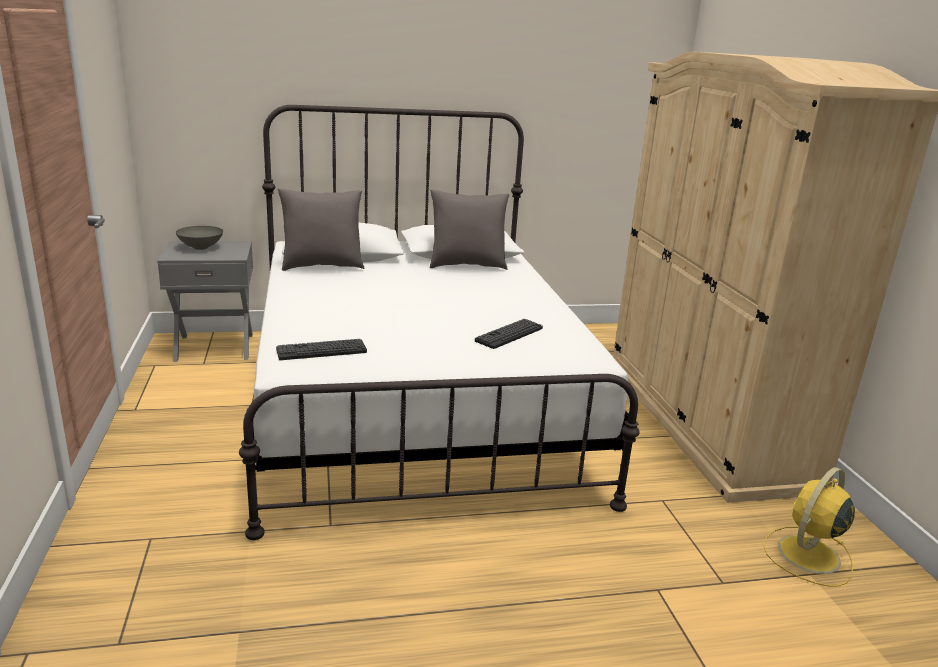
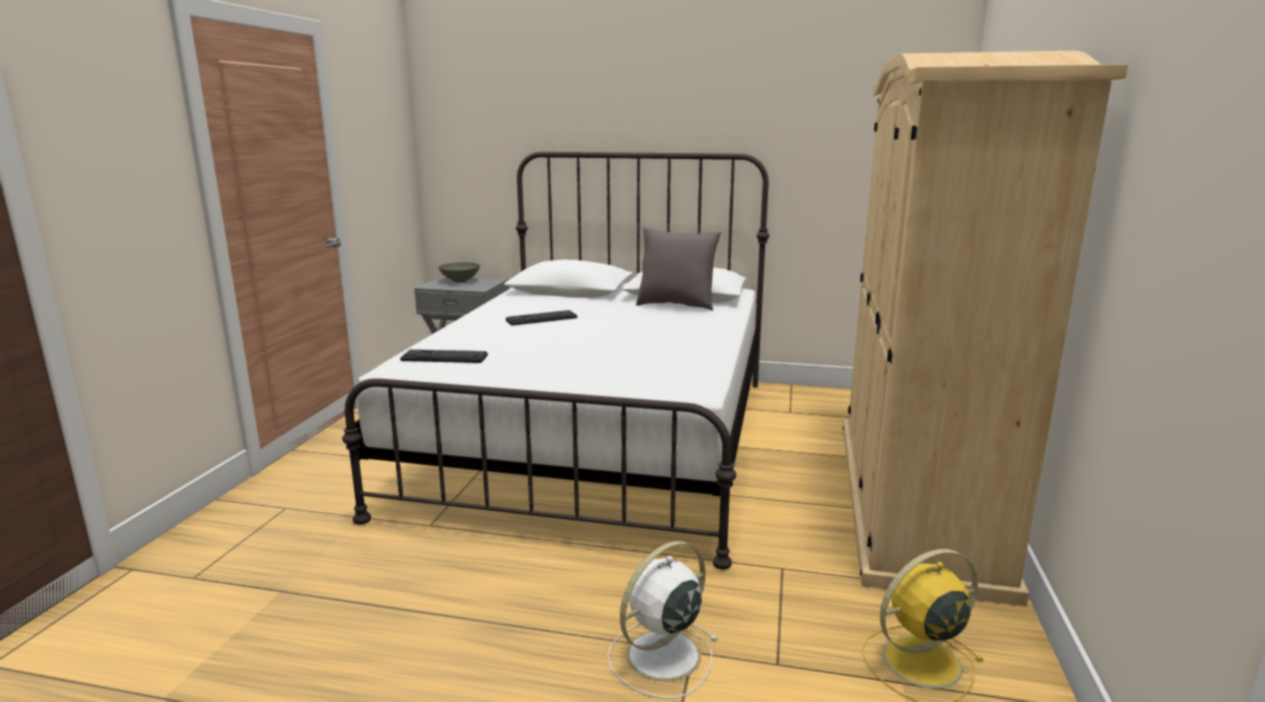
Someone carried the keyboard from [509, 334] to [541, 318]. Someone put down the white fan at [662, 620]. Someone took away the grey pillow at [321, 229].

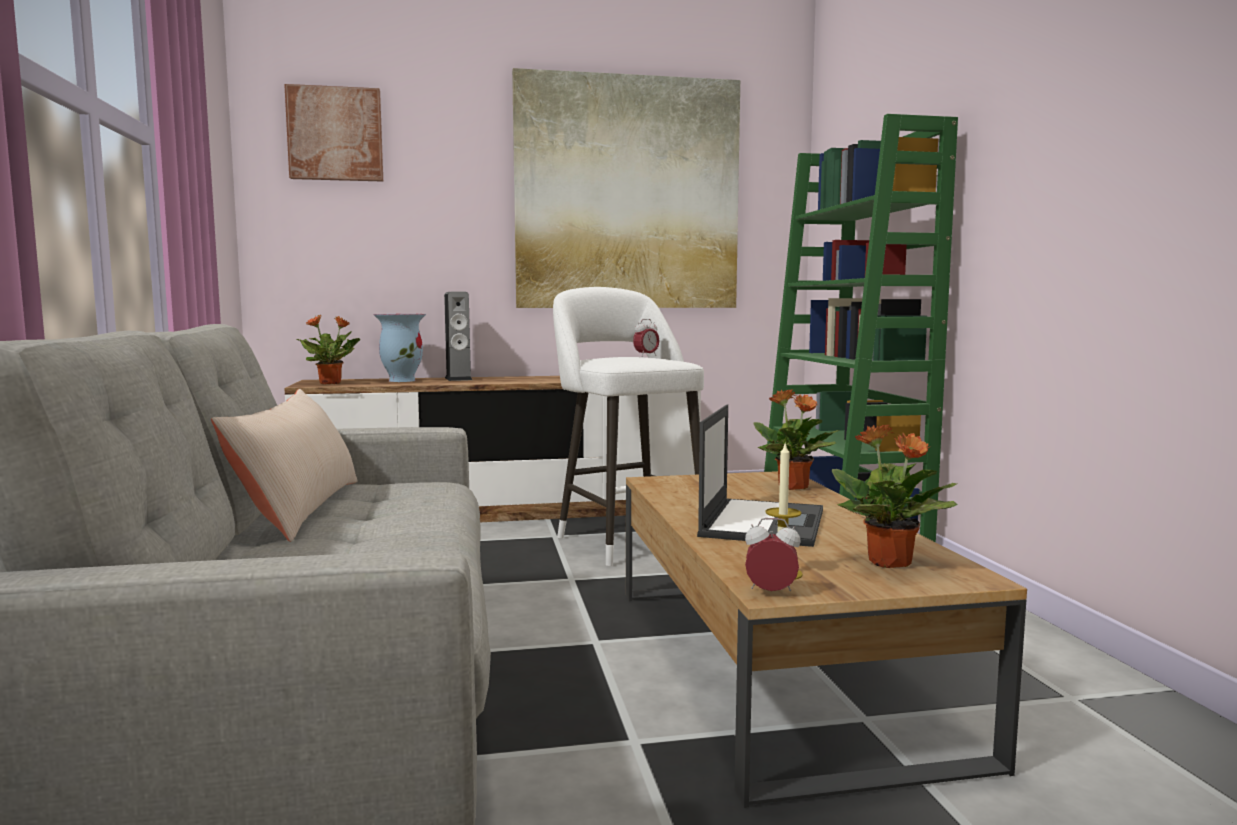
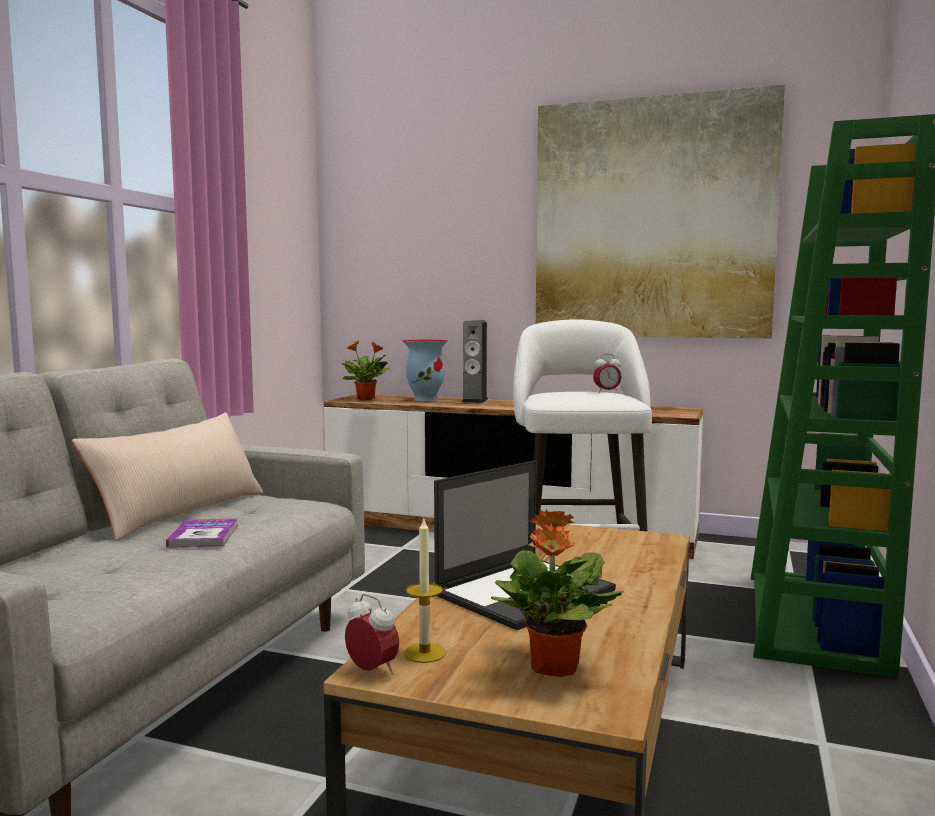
Someone put down the book at [202, 533]. Someone took away the picture at [333, 133]. Someone took away the potted plant at [796, 440].

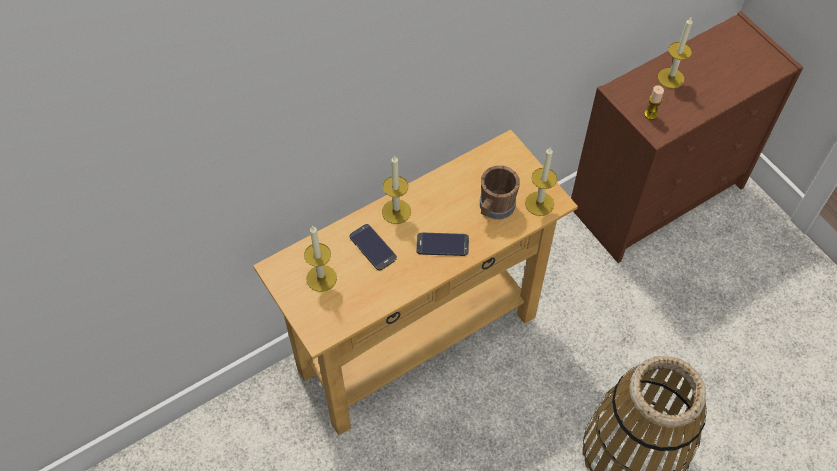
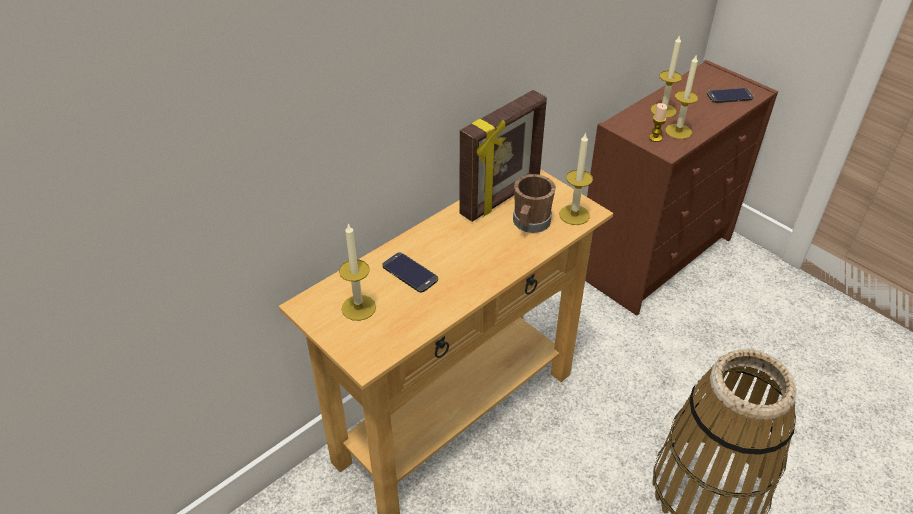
Someone put down the picture frame at [503, 156]. Someone carried the candle from [396, 189] to [681, 96]. Someone carried the phone from [442, 244] to [730, 95].

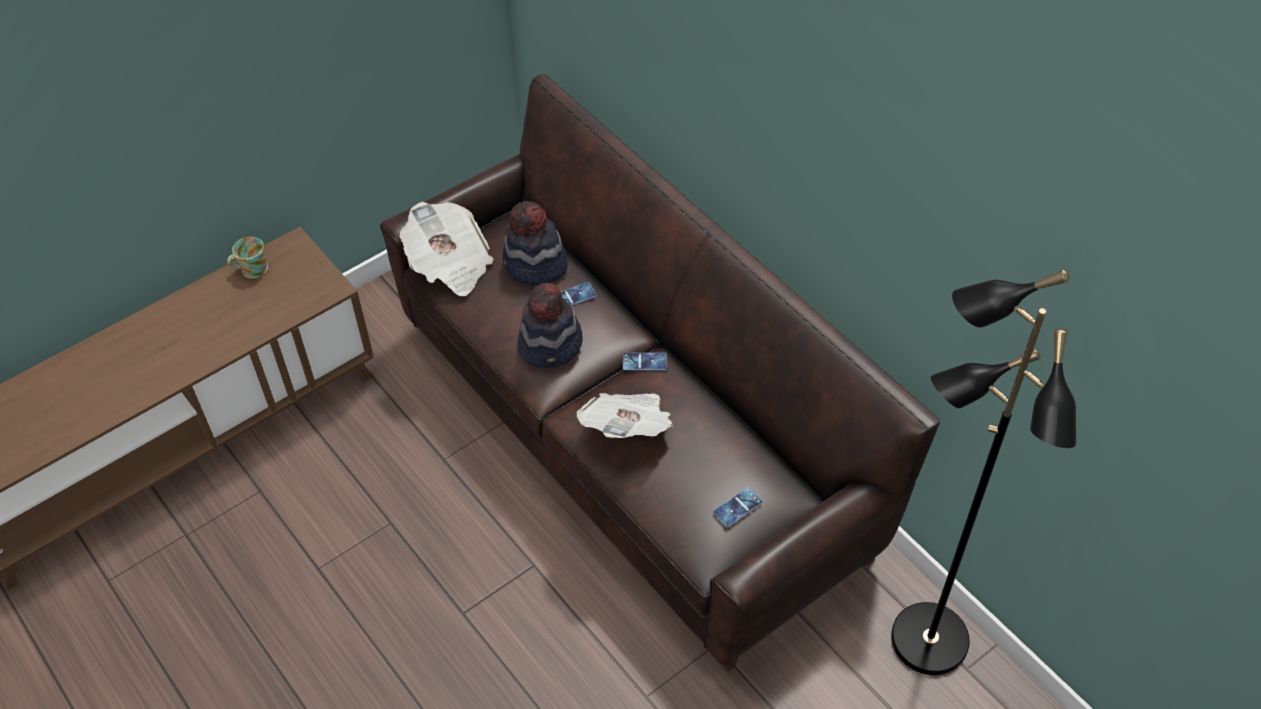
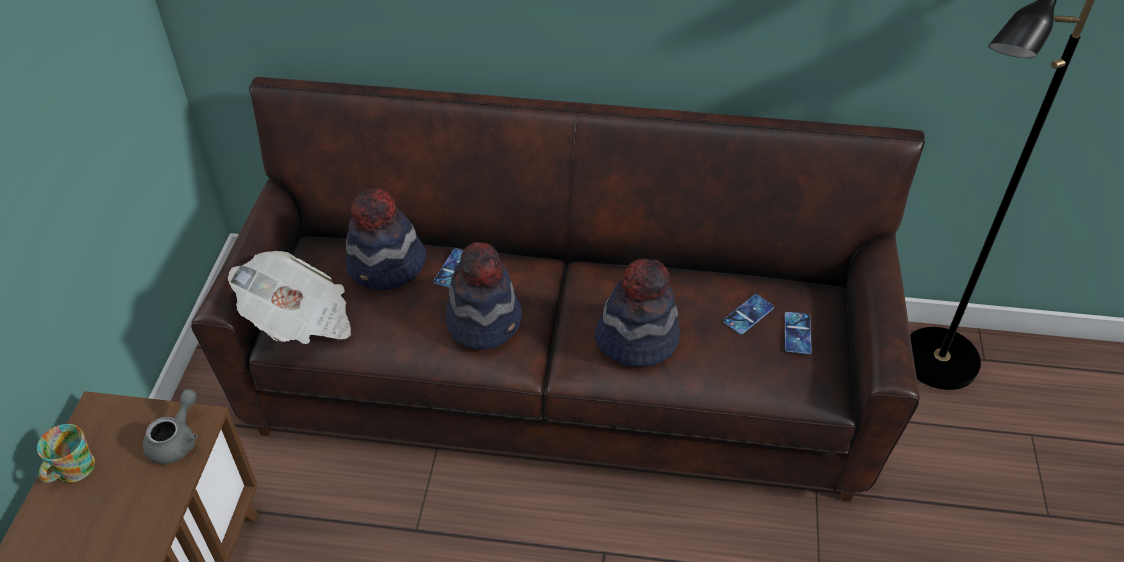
Someone put down the grey teapot at [170, 426]. Someone swapped the newspaper at [624, 415] for the hat at [637, 313]. Someone carried the phone from [645, 361] to [748, 314].

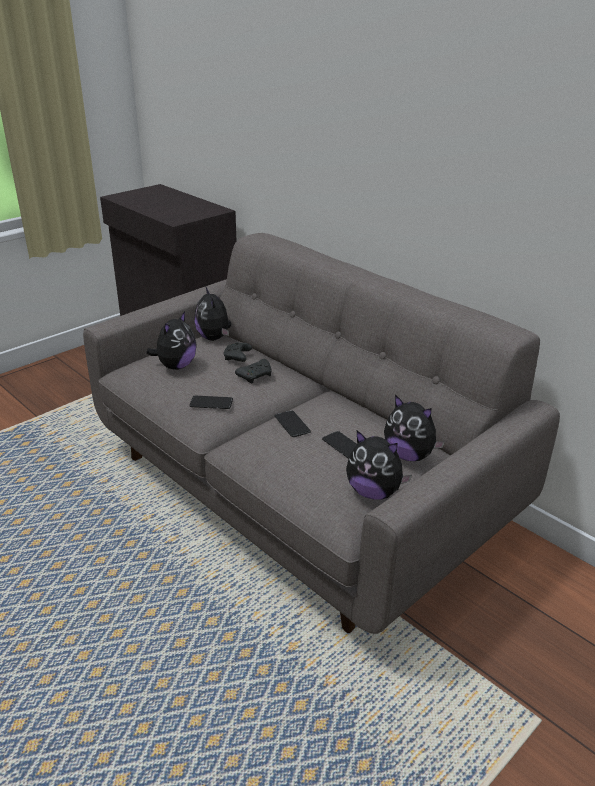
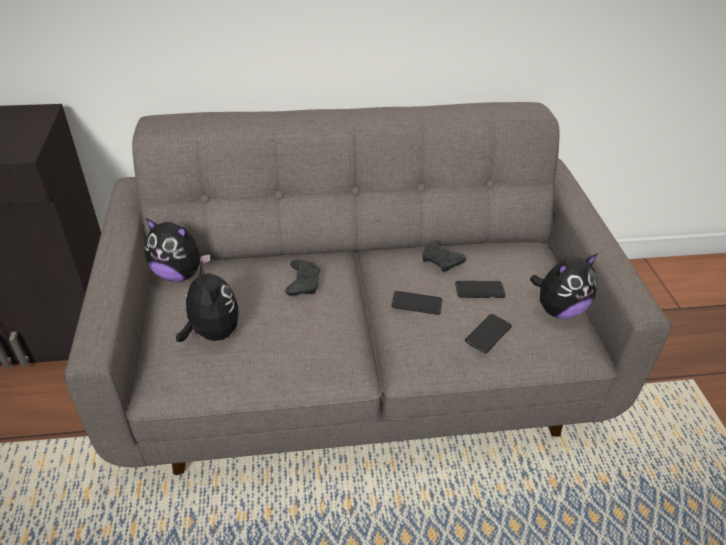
Someone carried the black game controller from [237, 352] to [444, 256]. Someone carried the phone from [211, 402] to [488, 333]. Someone took away the plush toy at [414, 428].

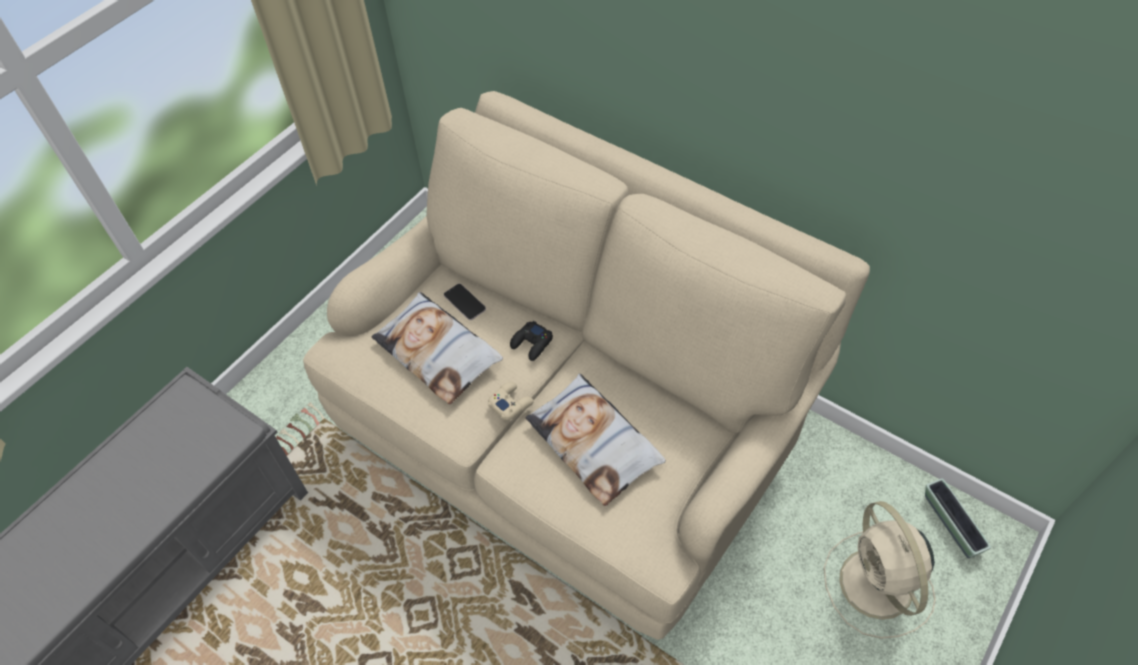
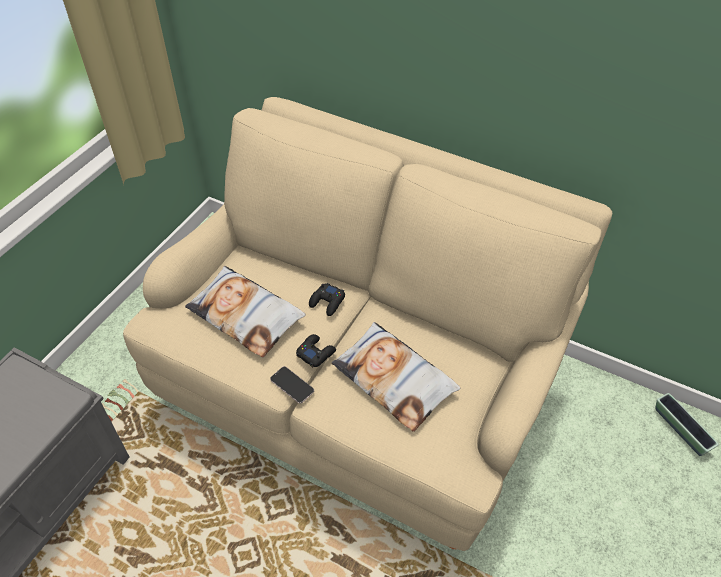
Someone carried the phone from [465, 301] to [292, 385]. Someone repainted the beige game controller at [511, 401], which became the black game controller at [316, 350]. Someone took away the beige fan at [880, 570].

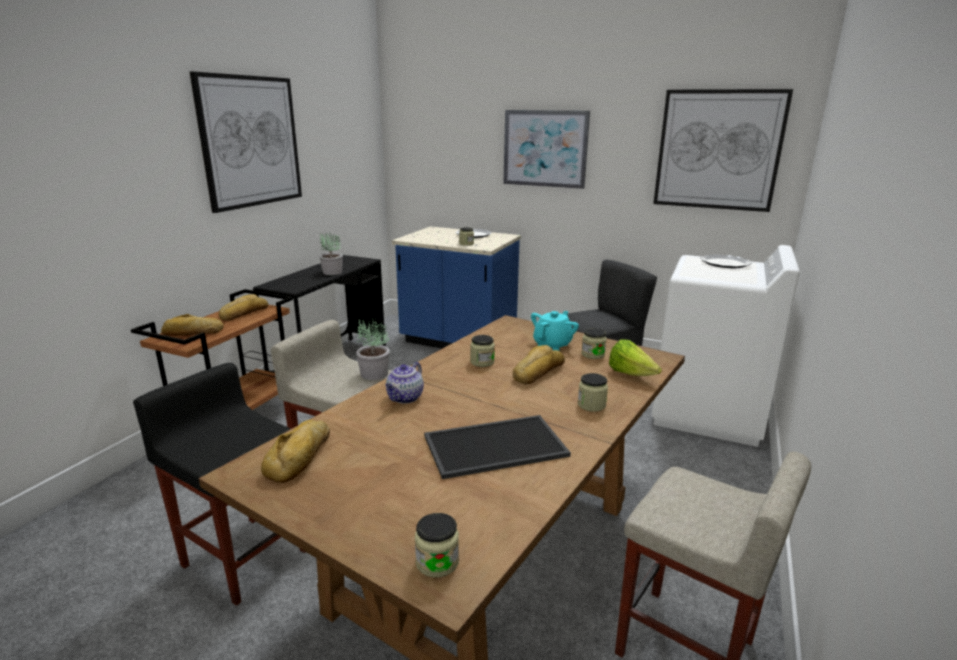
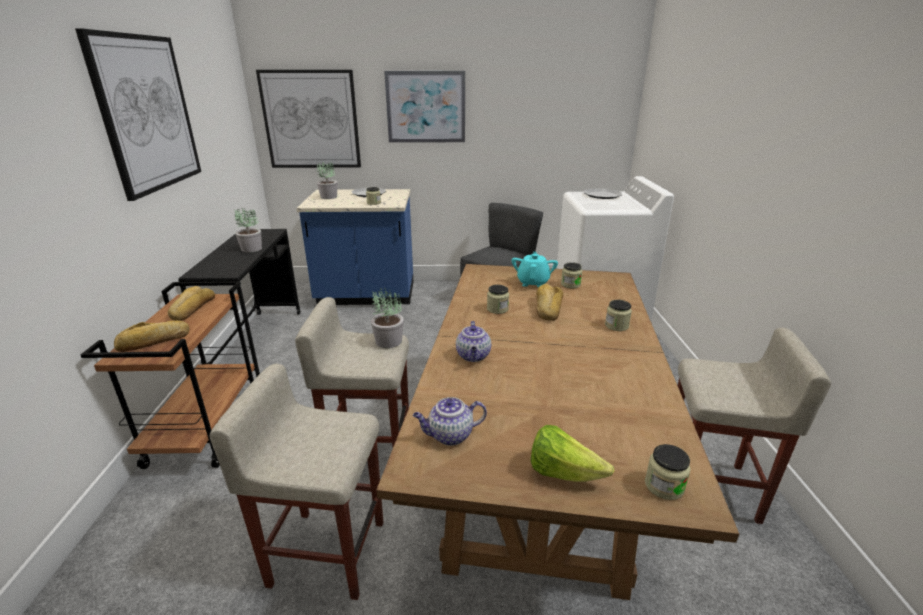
Someone repainted the black stool at [219, 484], which became the beige stool at [296, 482]. Someone carried the picture from [723, 150] to [308, 119]. Someone put down the potted plant at [327, 180]. Someone swapped the bread at [295, 451] for the teapot at [450, 421]. Someone carried the lettuce from [635, 357] to [572, 453]. Someone took away the tray at [497, 447].

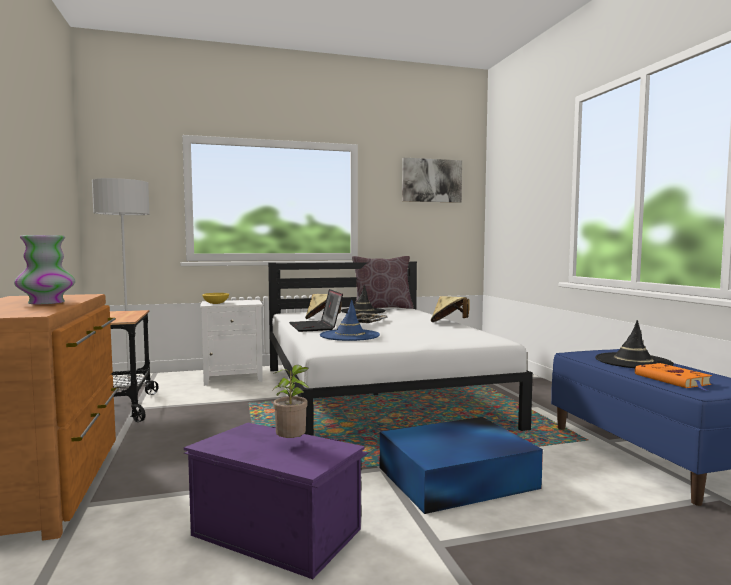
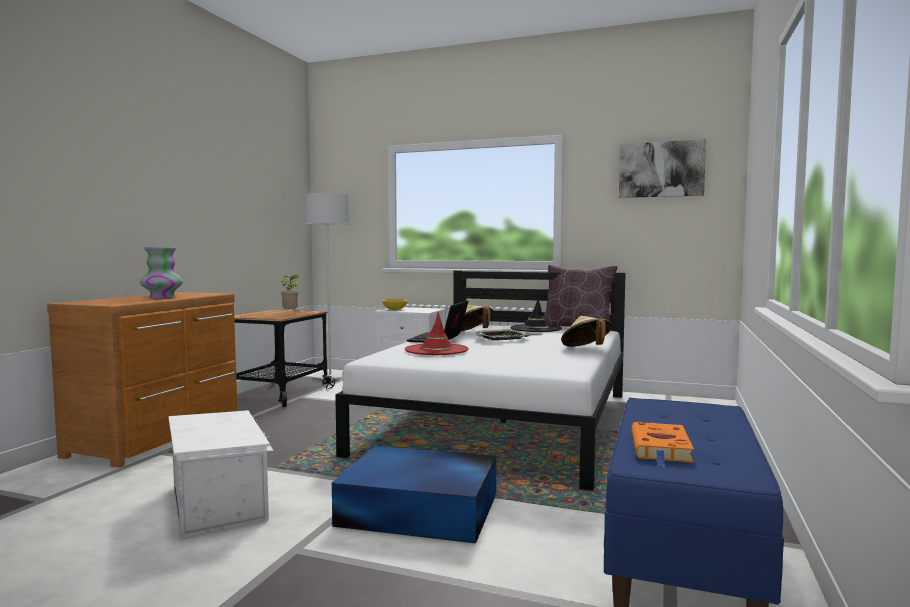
Someone repainted the purple storage box at [276, 501], which became the white storage box at [221, 474]. Someone carried the potted plant from [291, 401] to [291, 293]. Someone repainted the blue hat at [350, 320], which became the red hat at [437, 333]. Someone took away the black hat at [634, 344].

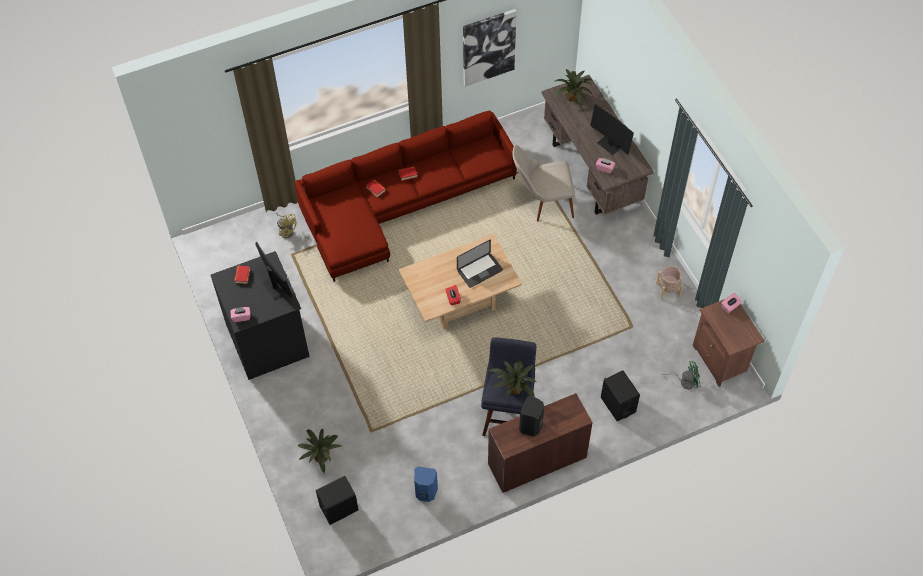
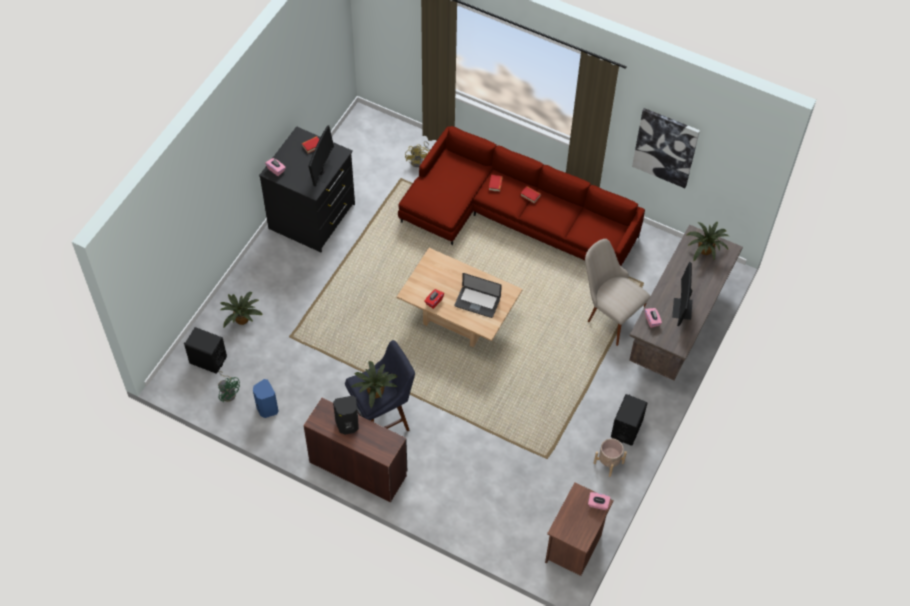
Someone carried the green fan from [681, 375] to [229, 386]. Someone carried the black speaker from [620, 395] to [629, 420].

